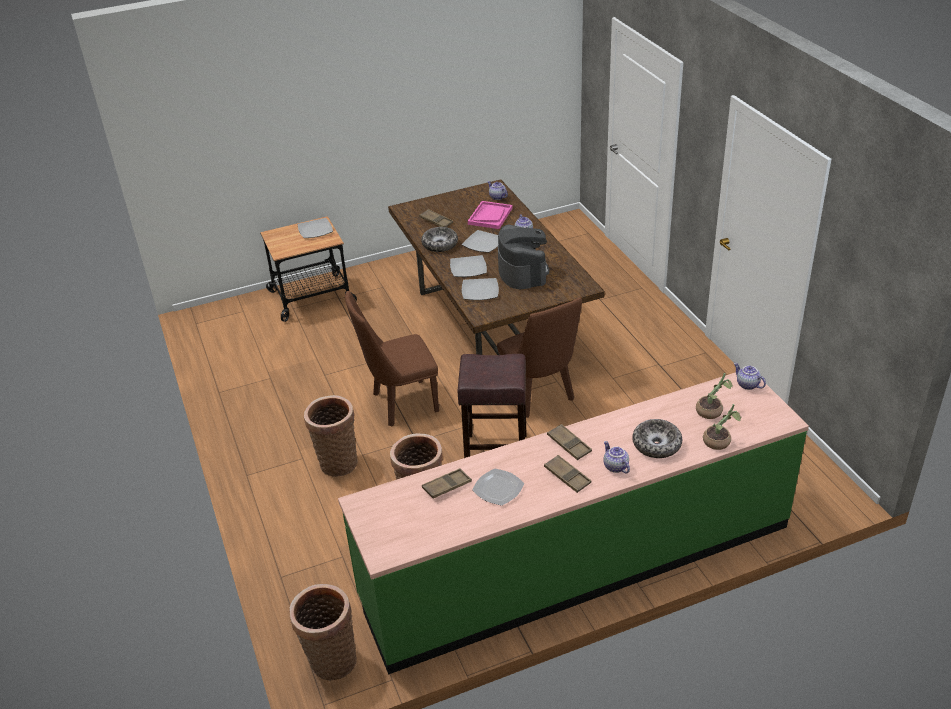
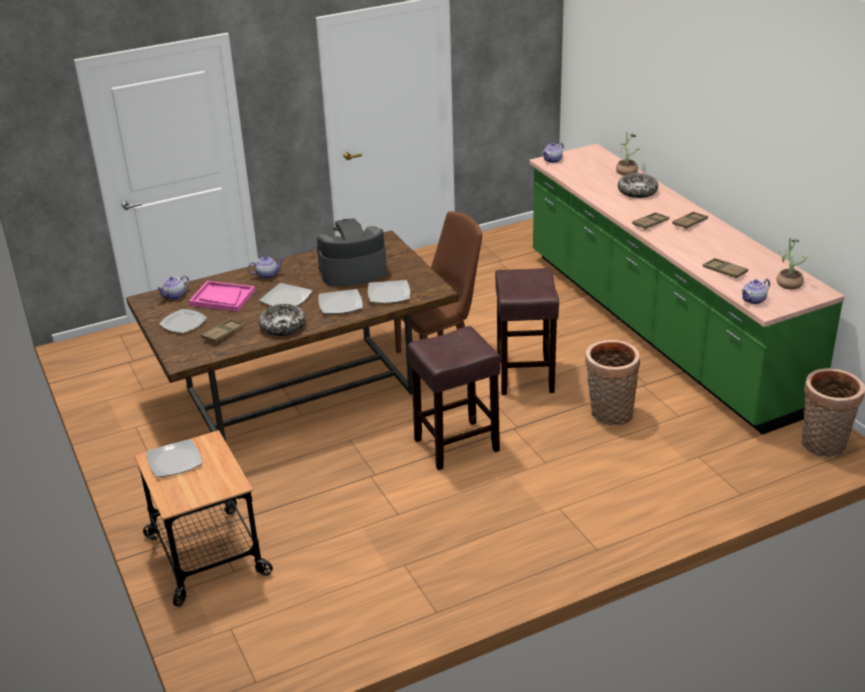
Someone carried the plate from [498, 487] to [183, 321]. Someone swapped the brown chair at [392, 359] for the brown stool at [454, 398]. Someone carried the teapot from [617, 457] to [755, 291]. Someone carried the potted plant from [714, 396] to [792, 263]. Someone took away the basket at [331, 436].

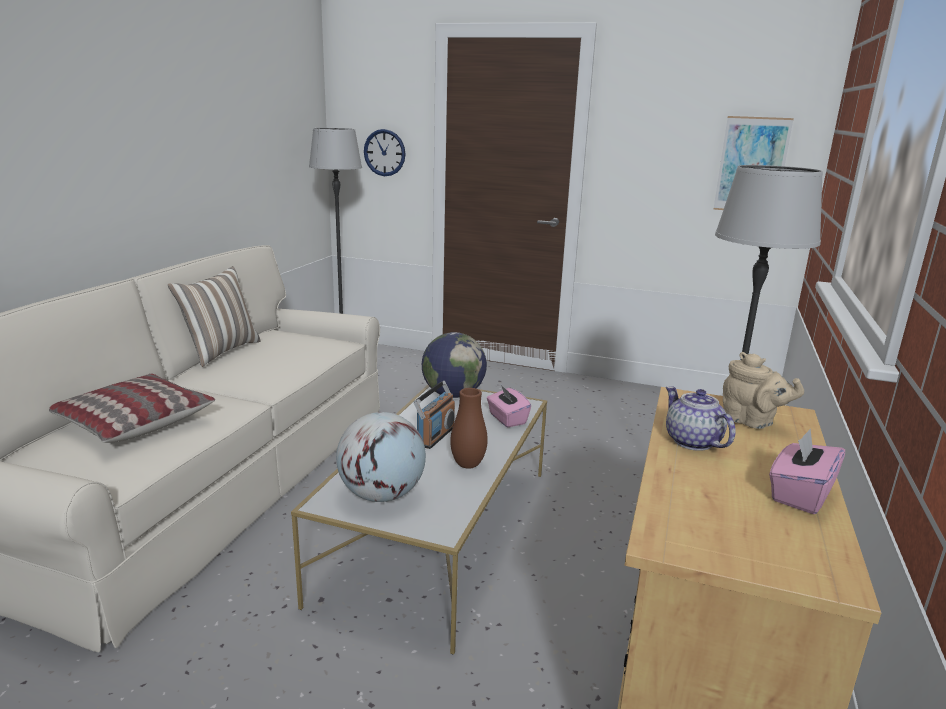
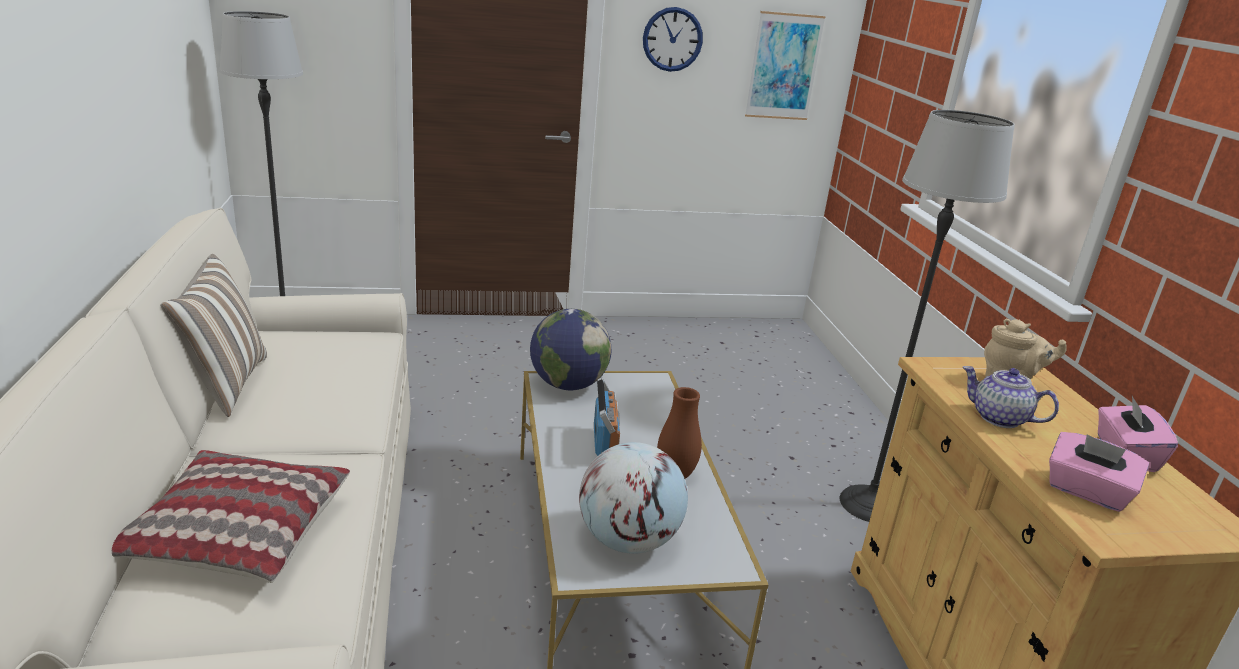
Someone carried the wall clock from [385, 152] to [673, 39]. Someone carried the pink tissue box from [509, 406] to [1099, 472].

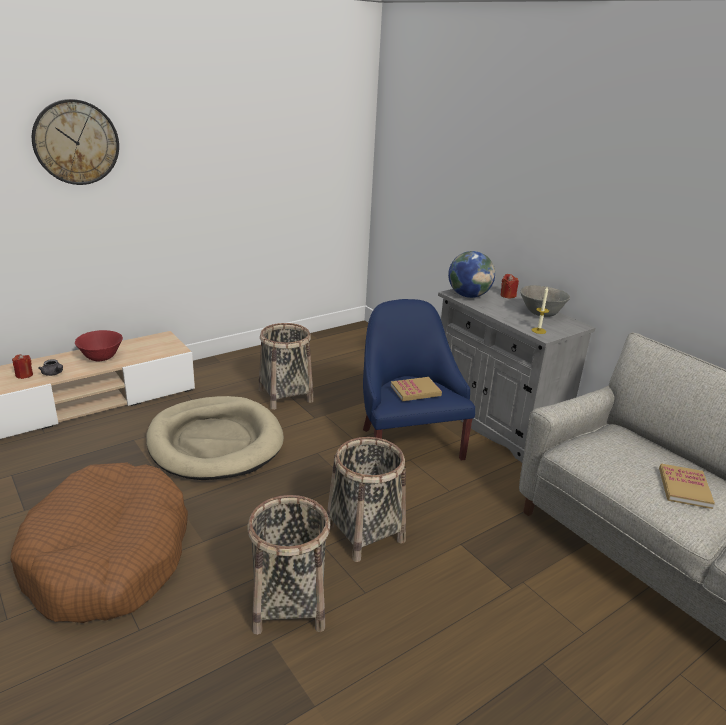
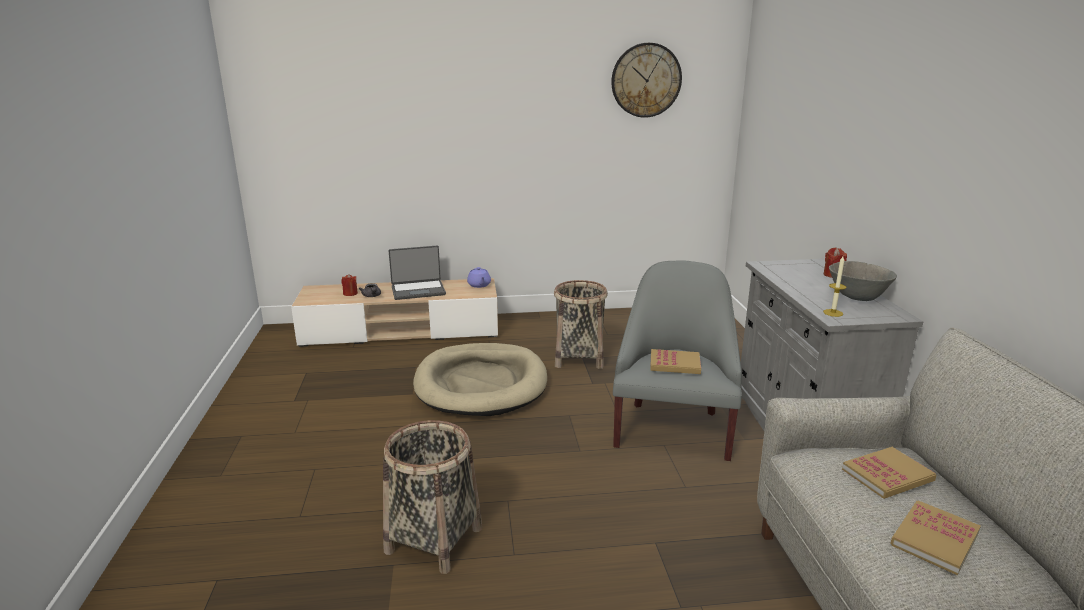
Someone swapped the red bowl at [99, 345] for the laptop at [417, 273]. Someone put down the purple teapot at [479, 277]. Someone carried the wall clock from [75, 142] to [646, 80]. Someone repainted the blue armchair at [419, 380], which became the grey armchair at [677, 361]. Someone put down the book at [889, 473]. Someone took away the brown dog bed at [99, 542]. Someone took away the basket at [366, 499]. Someone took away the globe at [471, 274].

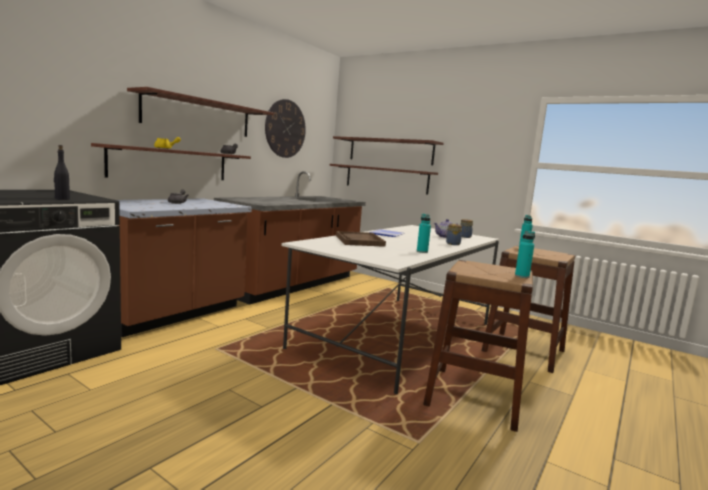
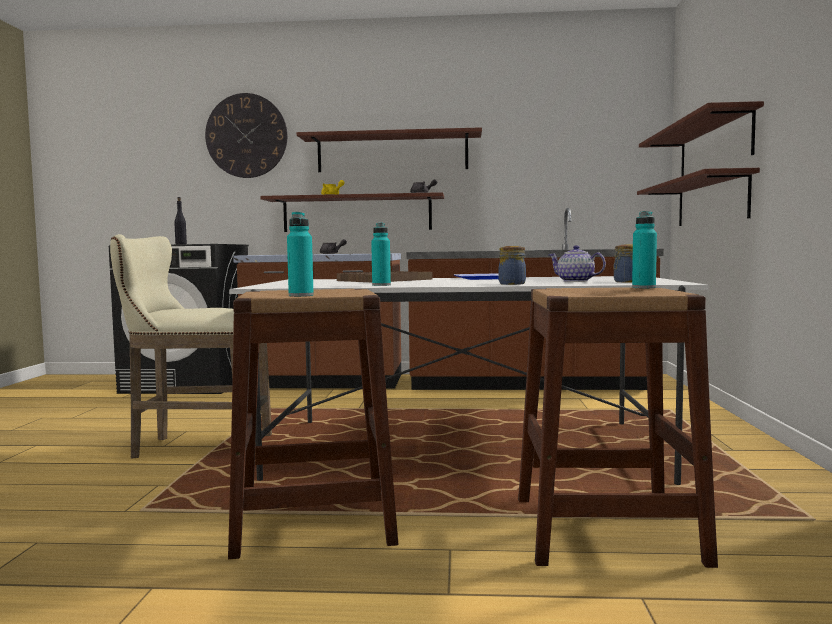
Someone put down the beige stool at [191, 346]. Someone carried the wall clock from [285, 128] to [246, 135].

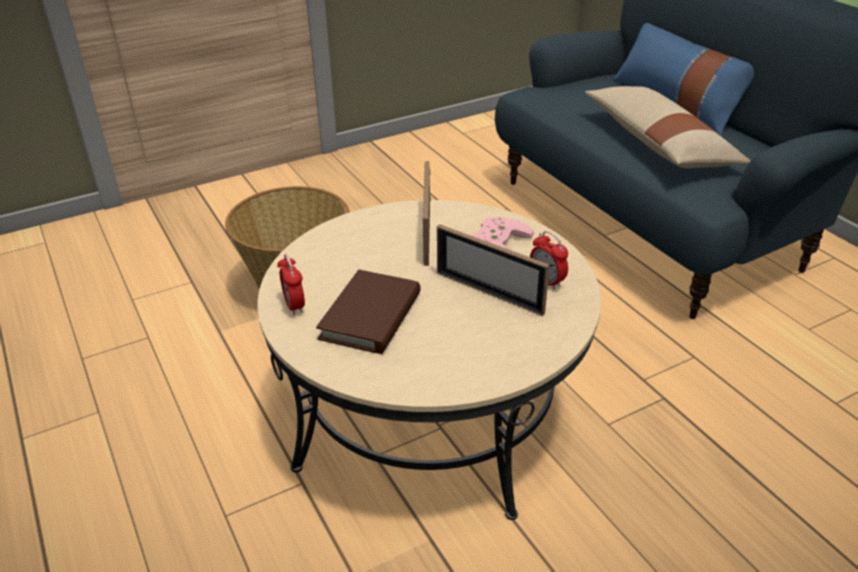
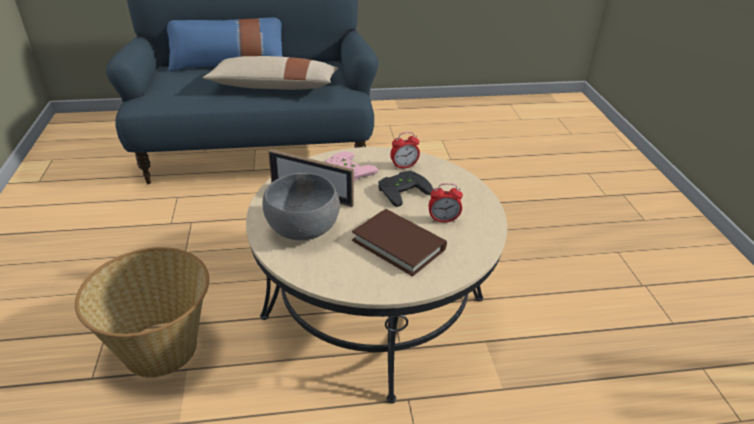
Someone put down the grey bowl at [301, 206]. Someone swapped the picture frame at [493, 270] for the black game controller at [405, 189]. Someone carried the alarm clock from [291, 284] to [445, 202].

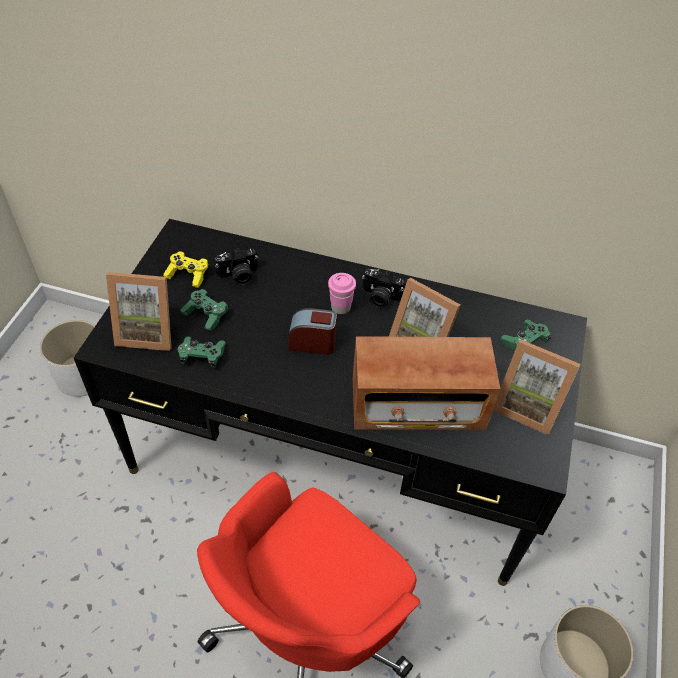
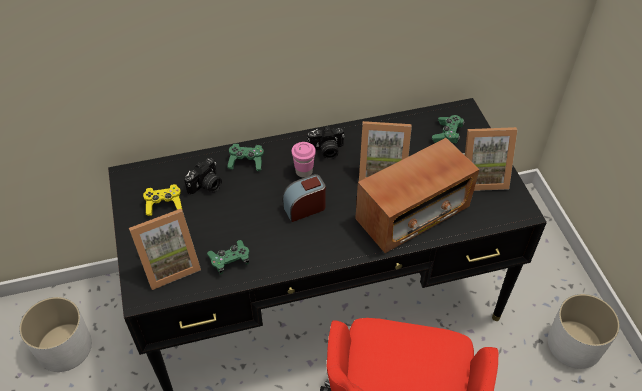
Someone carried the green game controller from [204, 310] to [245, 157].

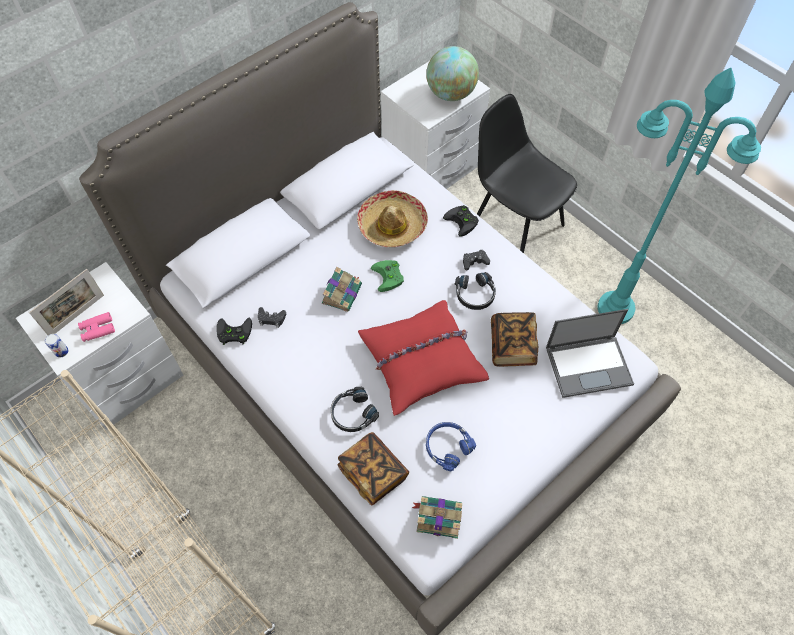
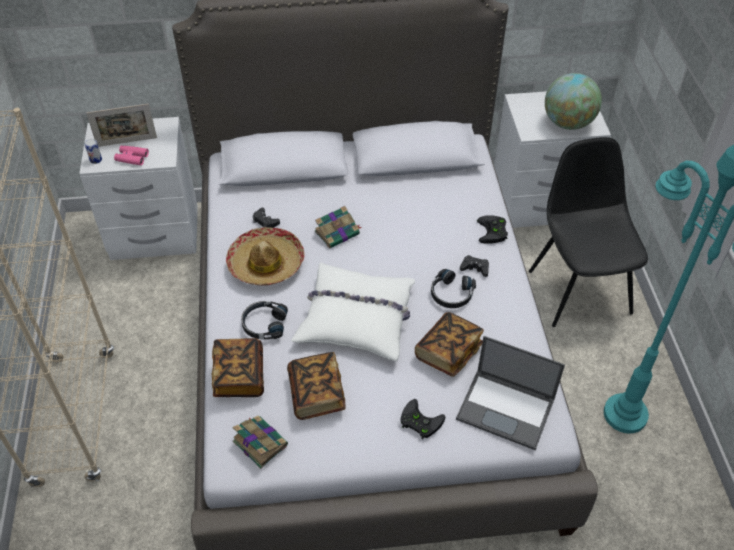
Someone carried the hat from [392, 218] to [265, 256]. Someone swapped the blue headphones at [451, 446] for the book at [316, 386]. Someone repainted the red pillow at [423, 358], which became the white pillow at [353, 312]. Someone carried the black game controller from [234, 331] to [422, 419]. Someone took away the green game controller at [387, 276].

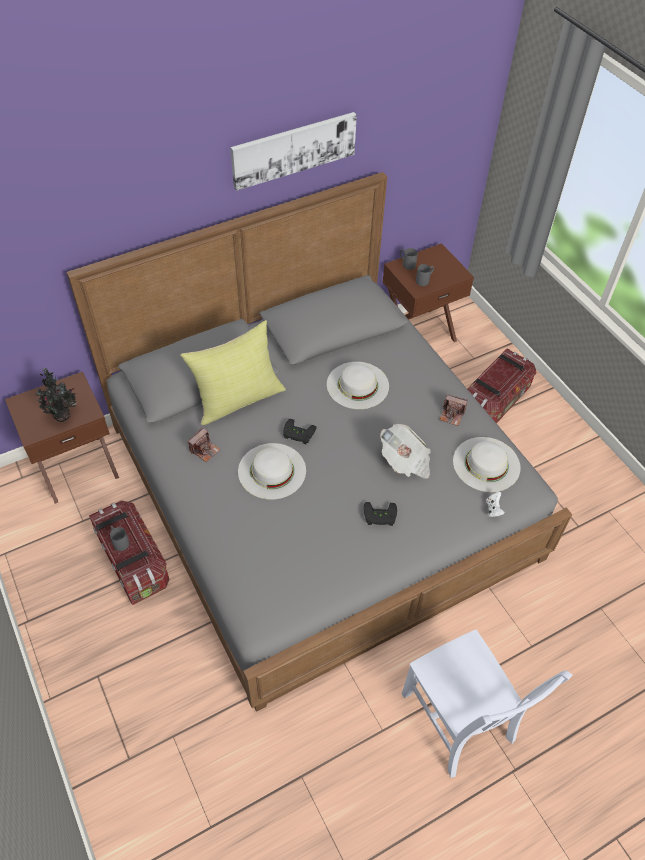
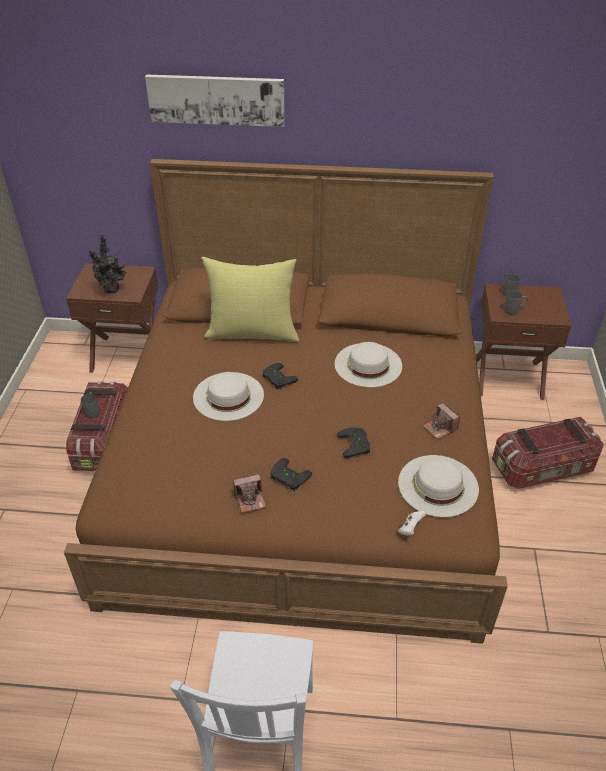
Someone repainted the grey bed at [319, 442], which became the brown bed at [286, 401]. Someone carried the picture from [293, 151] to [215, 100]. Someone carried the photo camera from [204, 445] to [249, 493]. Someone swapped the newspaper at [405, 451] for the black game controller at [353, 443].

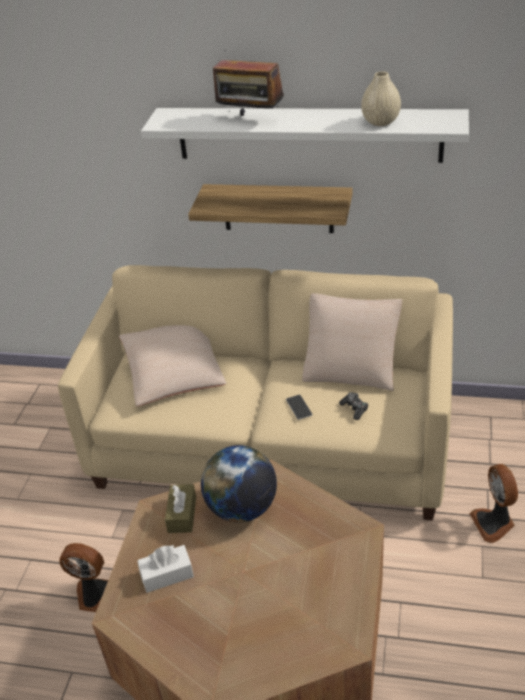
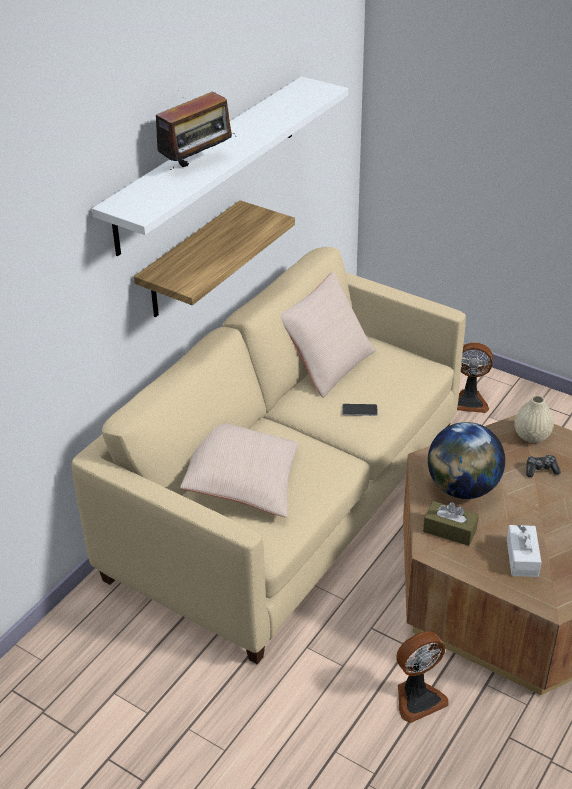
Someone rotated the fan at [83, 577] by 150 degrees counterclockwise. Someone carried the beige vase from [381, 98] to [534, 419]. Someone carried the game controller from [353, 406] to [543, 466].

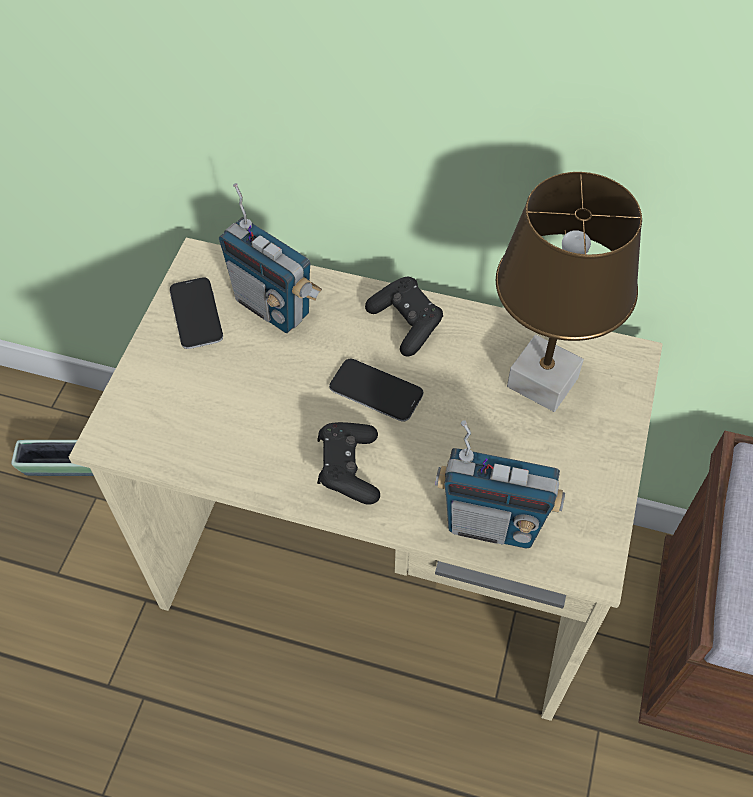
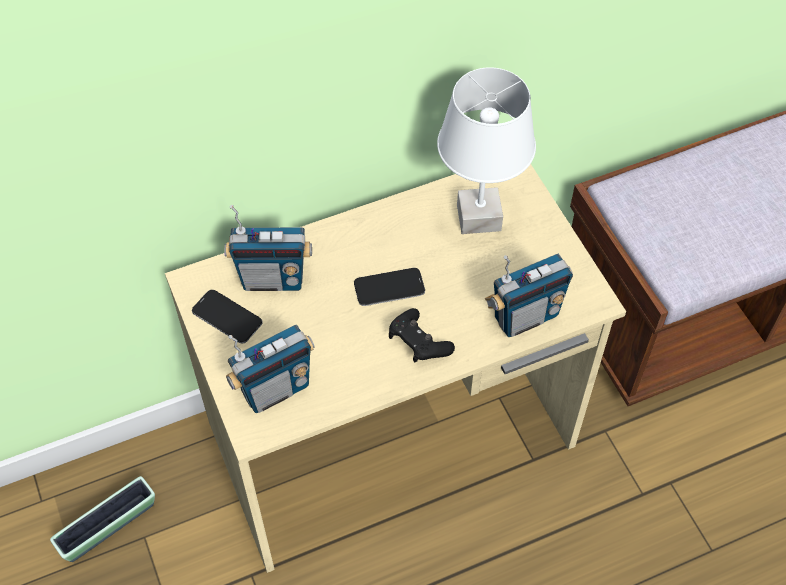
Someone put down the radio at [270, 369]. Someone repainted the brown table lamp at [569, 292], which became the white table lamp at [486, 150]. Someone took away the black game controller at [404, 316].

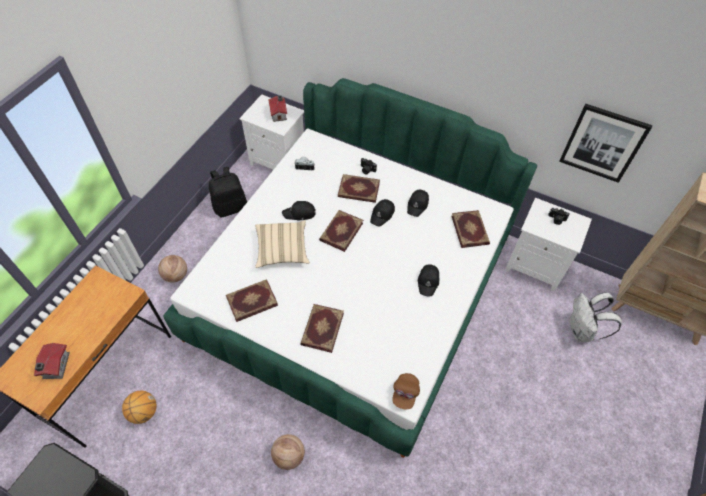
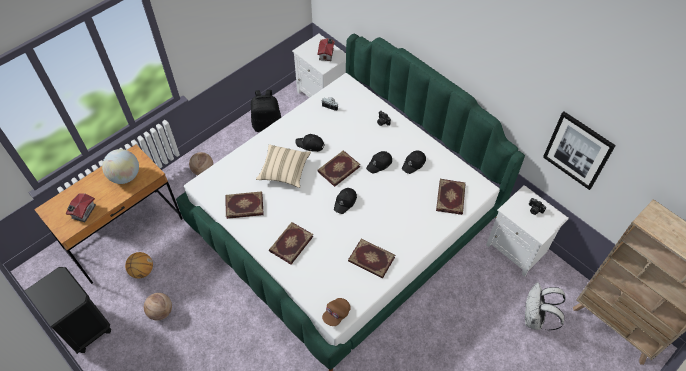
Someone put down the globe at [120, 166]. Someone carried the basketball from [288, 452] to [158, 307]. Someone carried the black cap from [428, 281] to [345, 201]. Someone carried the book from [359, 188] to [371, 259].

